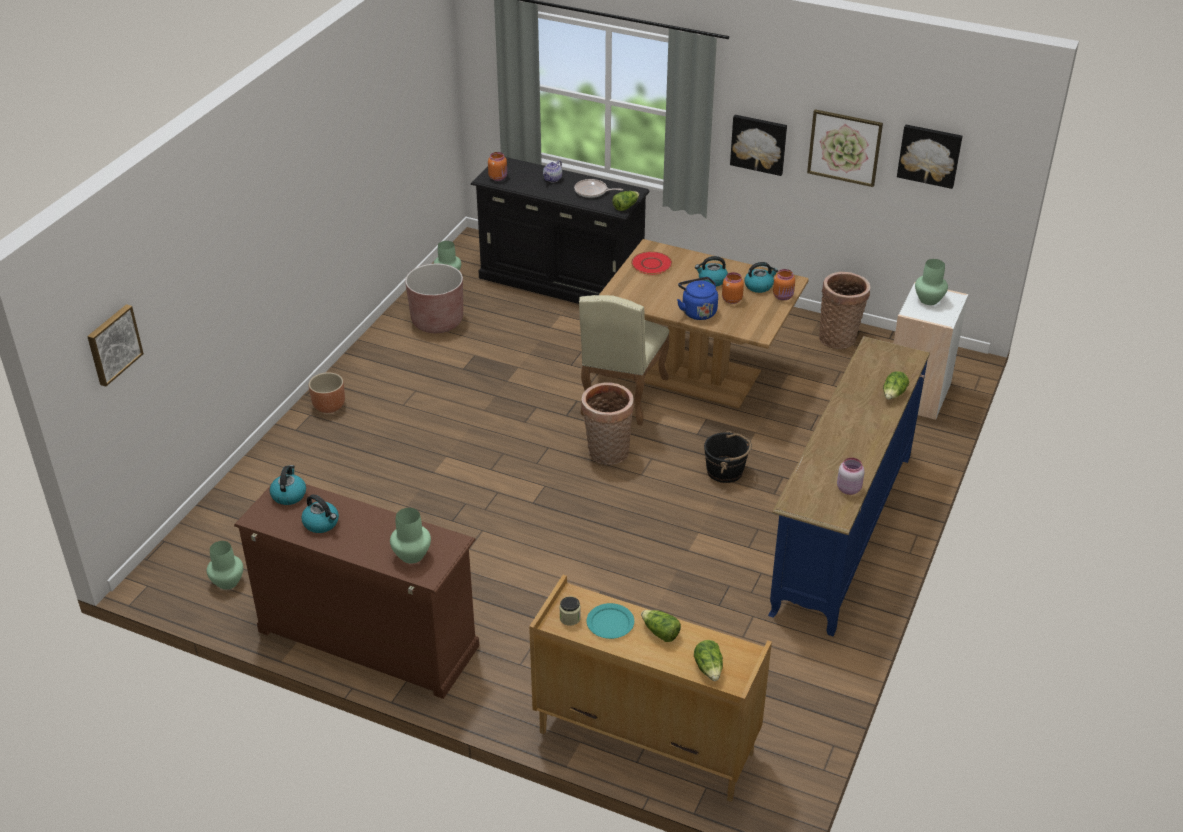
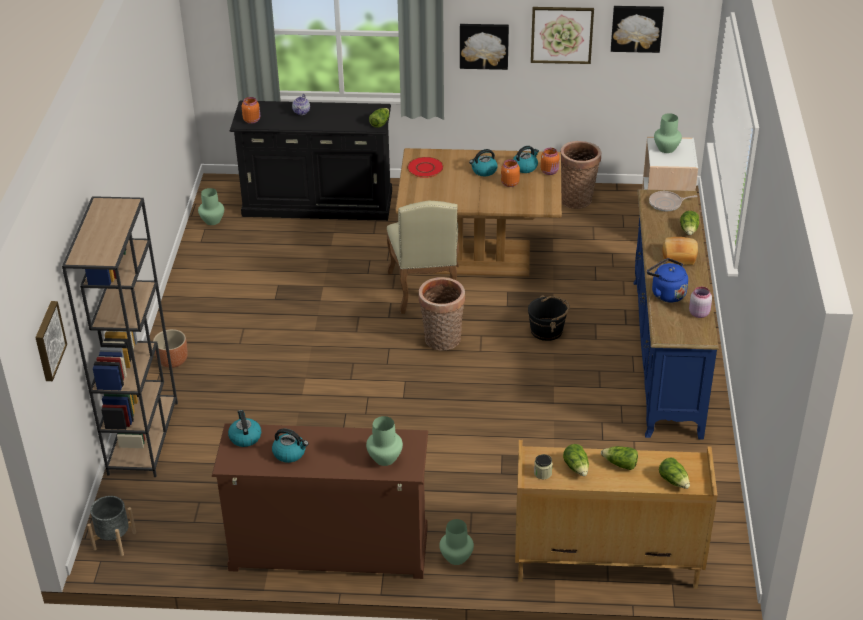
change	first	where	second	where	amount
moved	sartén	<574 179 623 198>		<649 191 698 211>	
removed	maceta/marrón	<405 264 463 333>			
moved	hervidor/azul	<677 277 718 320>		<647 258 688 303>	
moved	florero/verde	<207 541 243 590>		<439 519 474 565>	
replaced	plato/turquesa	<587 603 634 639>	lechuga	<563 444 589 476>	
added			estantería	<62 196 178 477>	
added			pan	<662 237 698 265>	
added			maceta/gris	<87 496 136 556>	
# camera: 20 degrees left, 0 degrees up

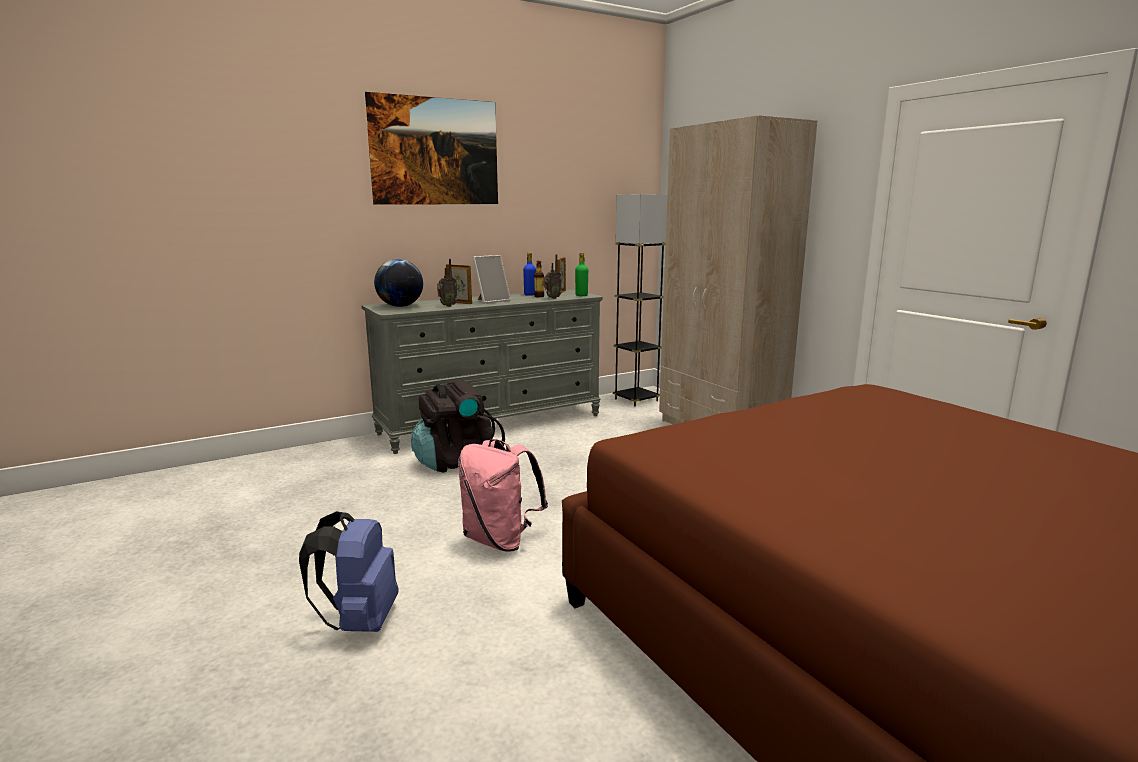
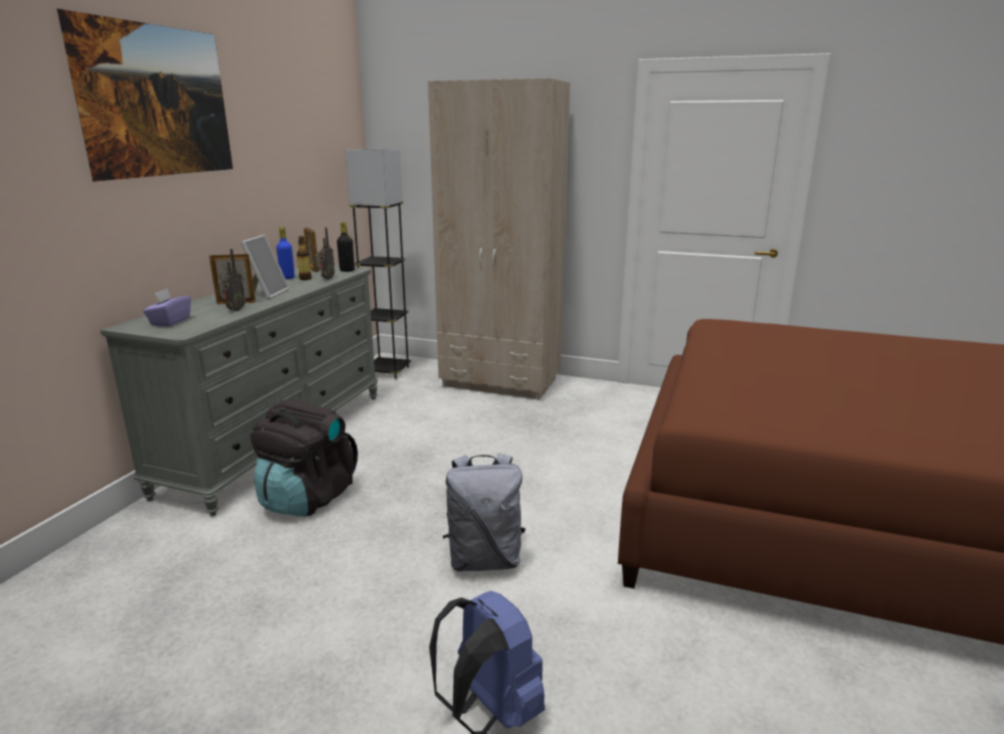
change	first	where	second	where	amount
recoloured	botella/verde	<575 253 588 296>	botella/negro	<337 222 355 272>	
replaced	globo terráqueo	<374 259 423 307>	caja de pañuelos/morado	<143 289 191 327>	
recoloured	mochila/rosa	<458 439 548 552>	mochila/gris	<443 453 526 572>	
# camera: 40 degrees left, 5 degrees up

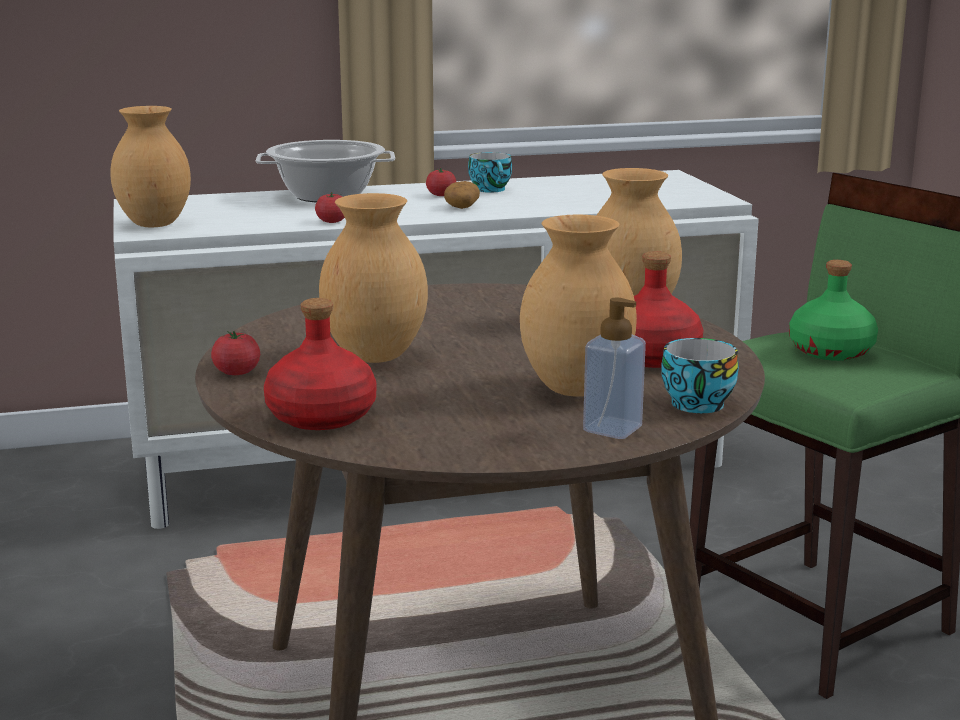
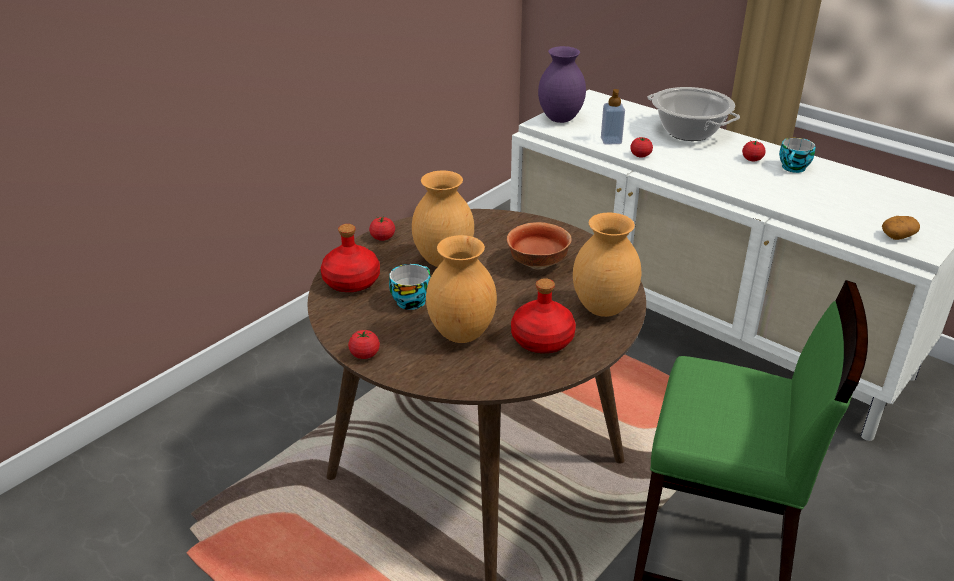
change	first	where	second	where	amount
recoloured	florero/marrón	<110 106 191 227>	florero/morado	<538 46 586 123>	
moved	patata	<444 181 480 209>		<882 216 920 240>	
removed	botella/verde	<789 260 878 361>			
moved	dispensador de jabón	<583 298 646 439>		<601 89 625 145>	
moved	taza	<662 338 739 413>		<389 264 431 310>	
added			cuenco	<507 222 572 270>	
added			tomate	<348 330 380 359>	
# camera: 55 degrees right, 15 degrees up

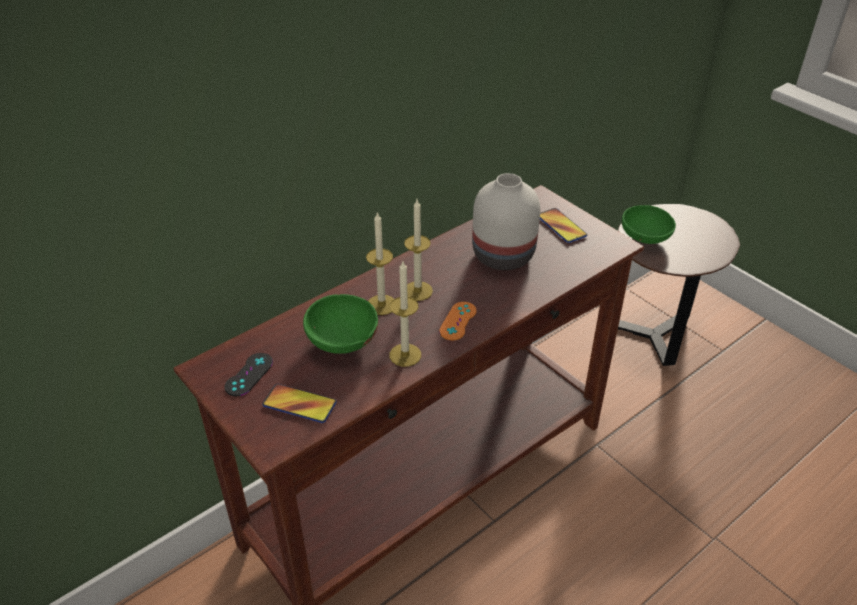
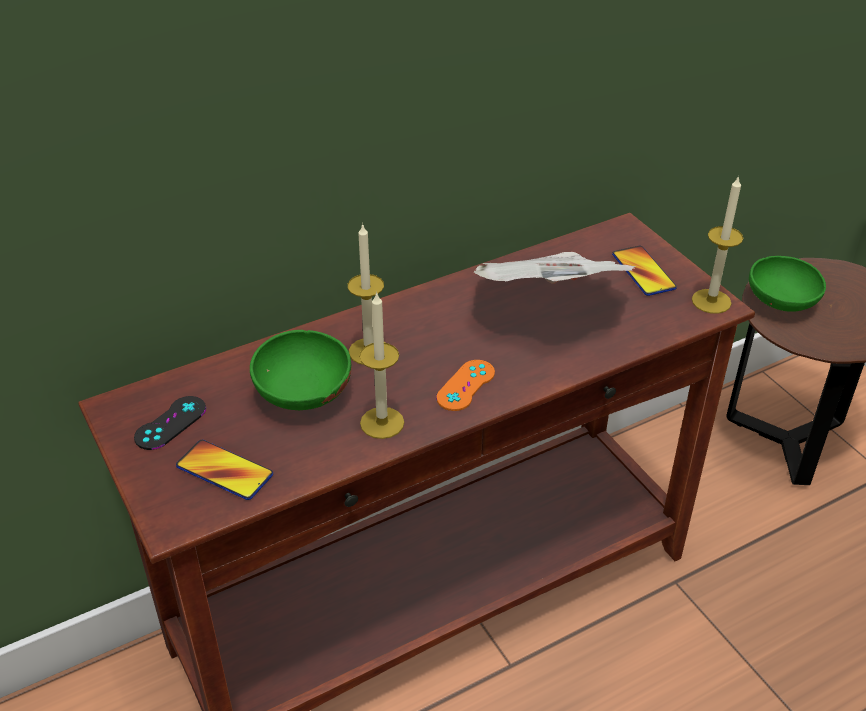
change	first	where	second	where	amount
replaced	florero/blanco	<472 173 540 270>	periódico	<474 252 636 284>	
moved	vela	<404 200 433 301>		<692 175 743 314>	
# camera: 10 degrees right, 0 degrees up

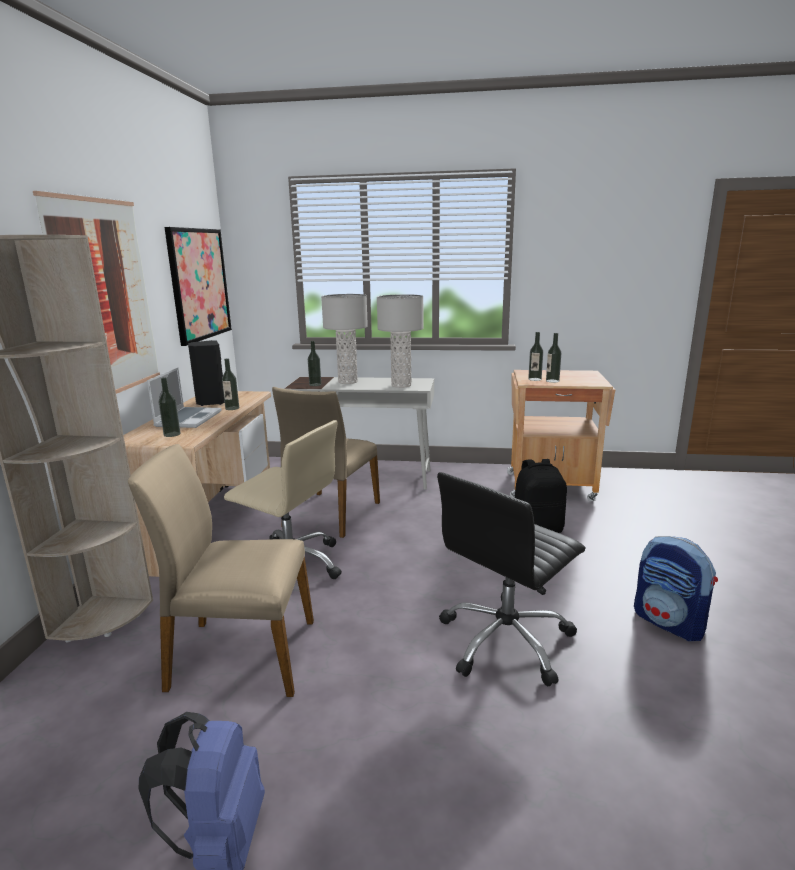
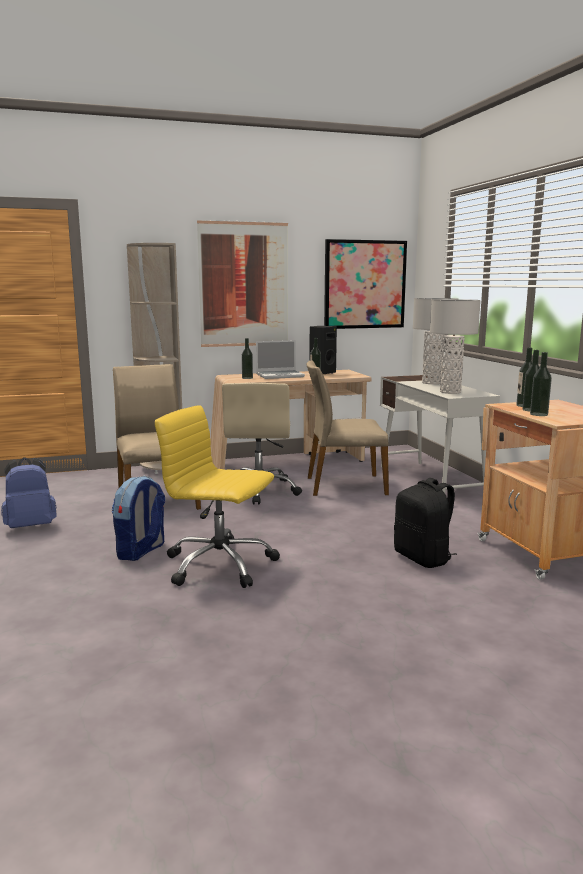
change	first	where	second	where	amount
moved	botella	<308 341 321 386>		<530 352 552 416>	
recoloured	silla de oficina/negro	<437 472 586 686>	silla de oficina/amarillo	<155 405 280 588>	
moved	mochila	<634 536 718 641>		<111 476 165 561>	
# camera: 65 degrees right, 5 degrees down

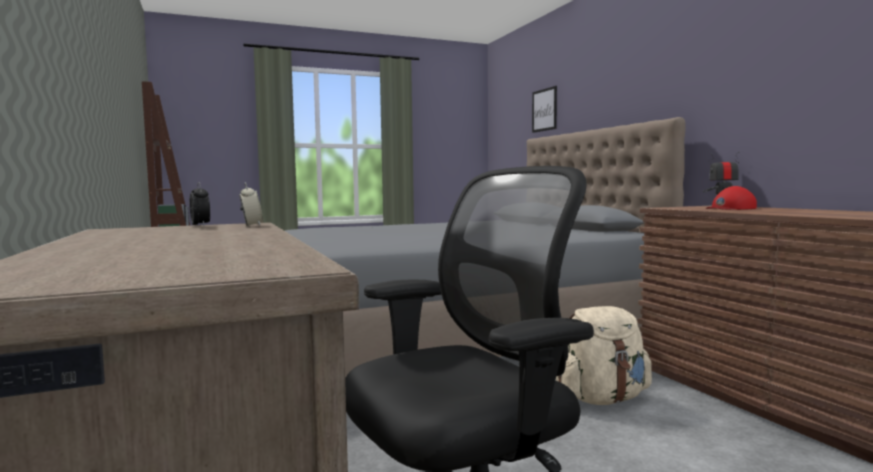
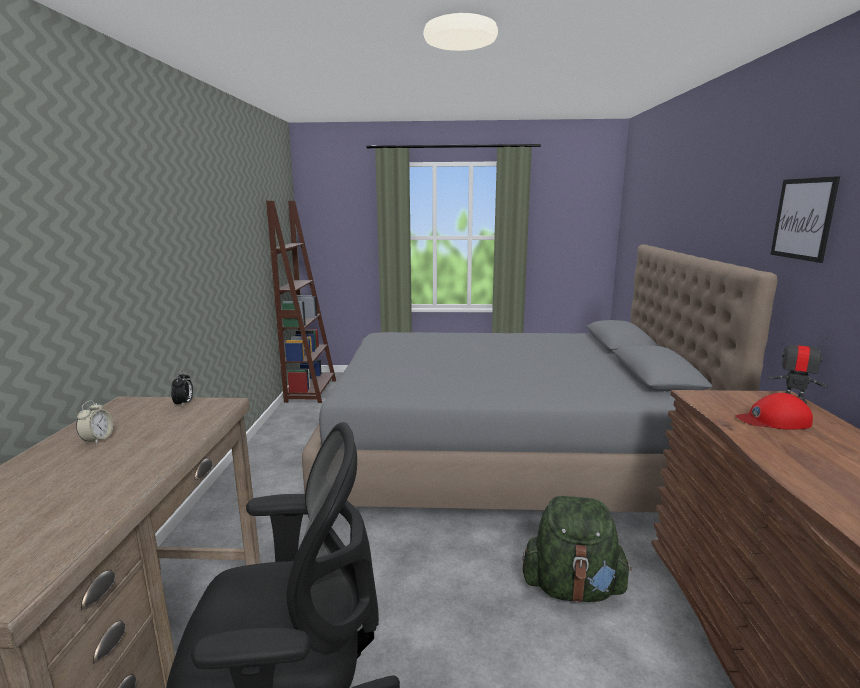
change	first	where	second	where	amount
moved	cuadro	<532 86 557 133>		<770 176 840 263>	
moved	despertador	<239 182 264 226>		<76 400 113 444>	
recoloured	mochila/beis	<556 306 652 405>	mochila/verde	<523 496 632 603>	
# camera: 25 degrees right, 10 degrees up

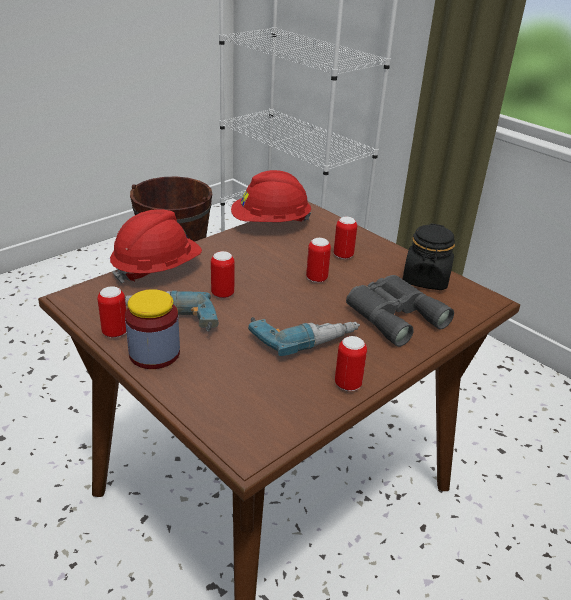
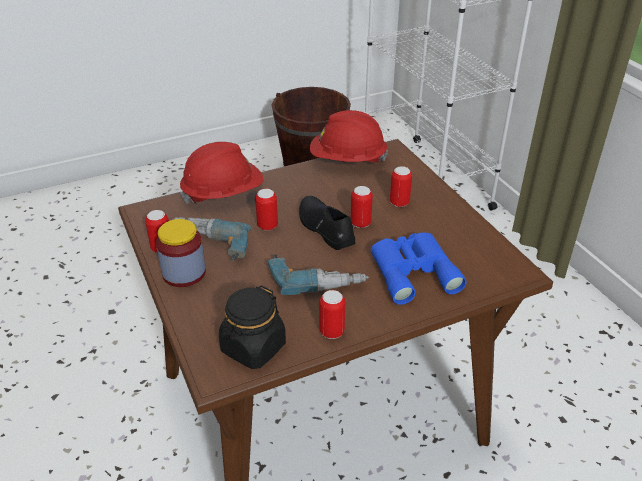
change	first	where	second	where	amount
moved	tarro/negro	<403 223 455 290>		<219 285 286 369>	
recoloured	prismáticos/gris	<346 275 454 347>	prismáticos/azul	<371 233 466 305>	
added			zapato/negro	<299 196 355 250>	
# camera: 20 degrees right, 5 degrees up

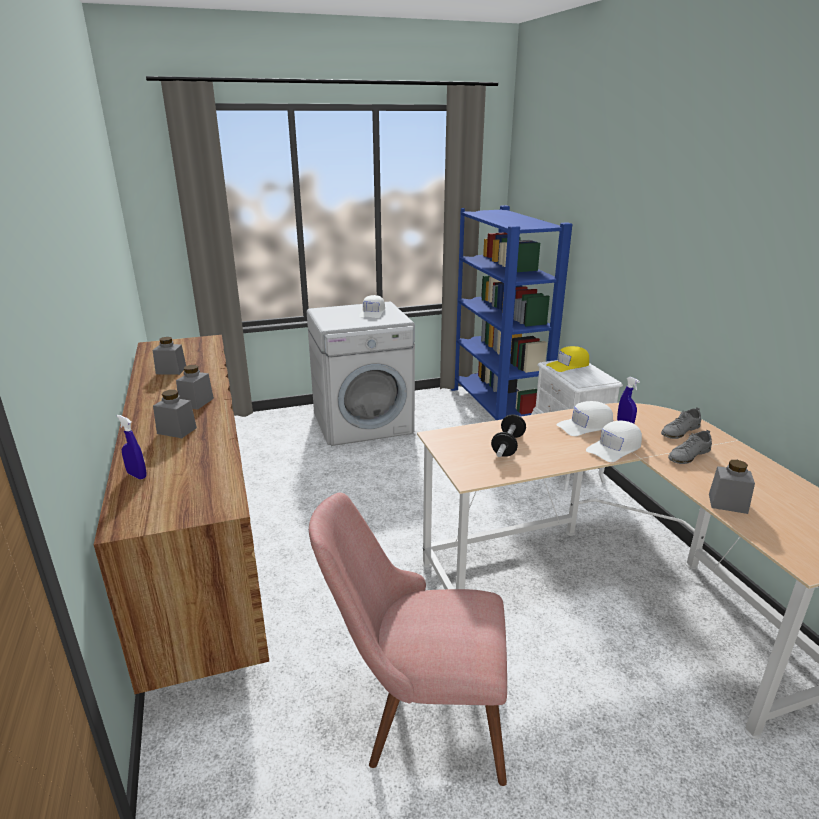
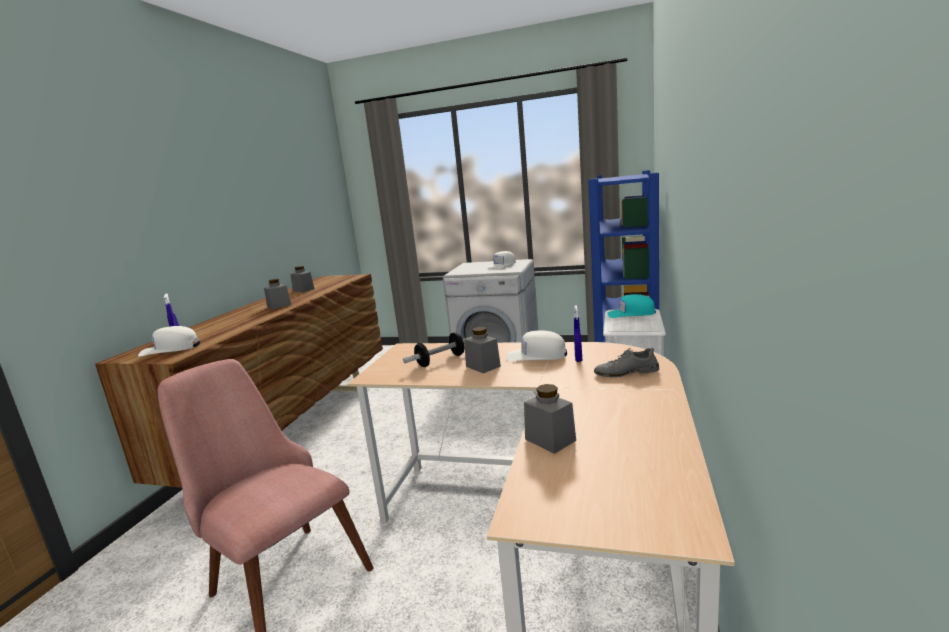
change	first	where	second	where	amount
recoloured	gorra/amarillo	<546 346 589 372>	gorra/turquesa	<607 294 656 318>	
moved	tarro/gris	<153 390 197 438>		<464 327 501 373>	
moved	gorra/blanco	<586 421 642 462>		<138 326 200 357>	
removed	zapato/gris	<668 430 712 464>			
# camera: 35 degrees right, 10 degrees down

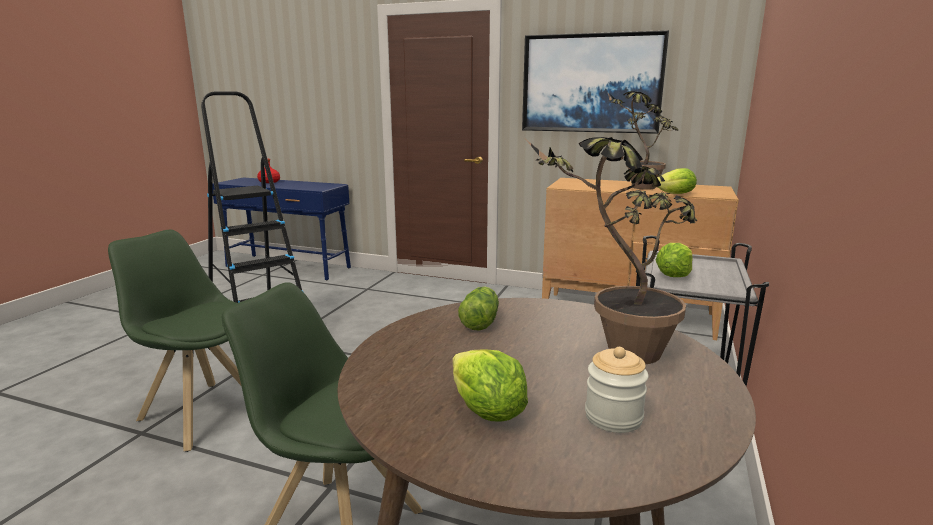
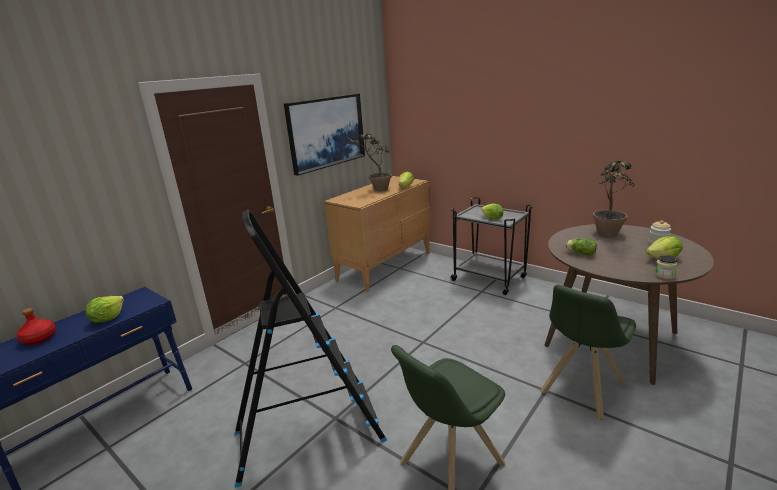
change	first	where	second	where	amount
added			tarro	<655 255 678 279>	
added			lechuga	<86 296 124 323>	
# camera: 70 degrees left, 5 degrees up

